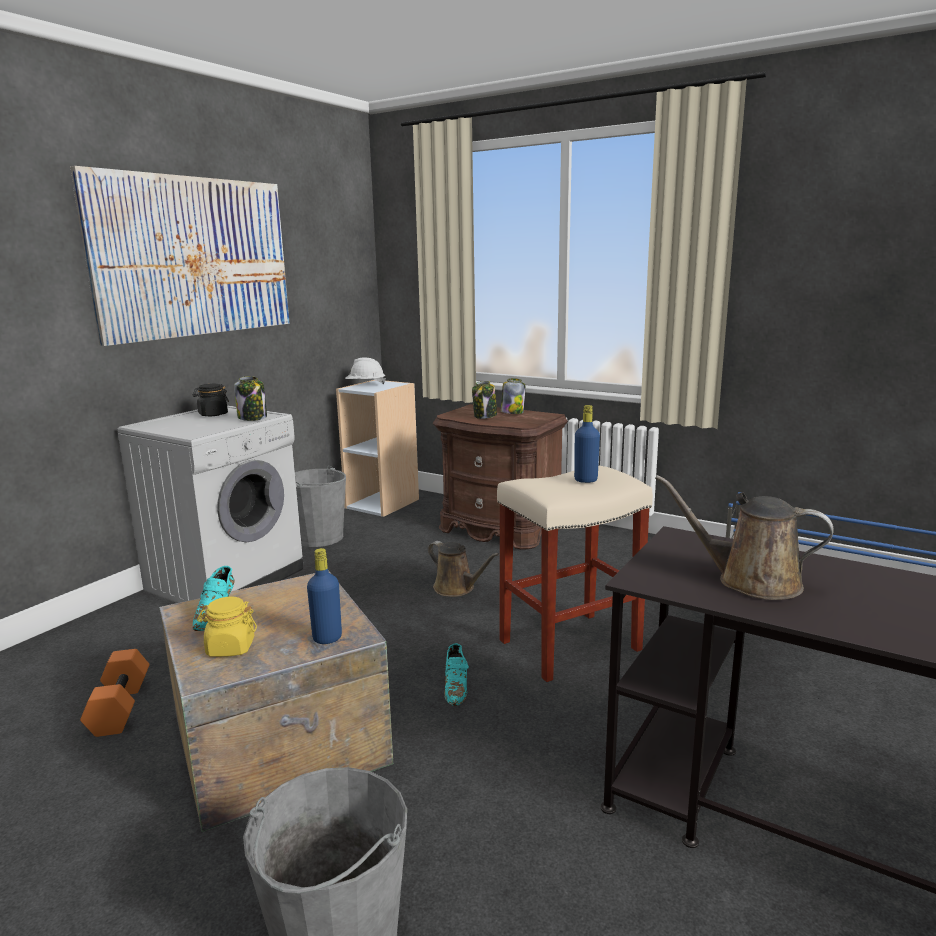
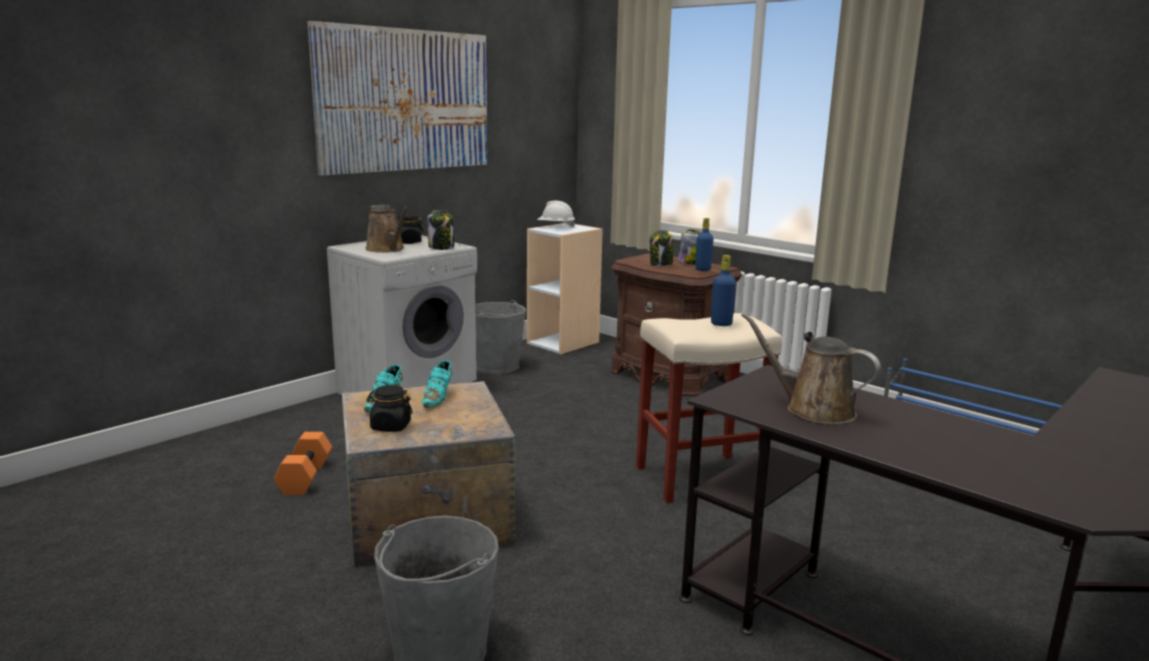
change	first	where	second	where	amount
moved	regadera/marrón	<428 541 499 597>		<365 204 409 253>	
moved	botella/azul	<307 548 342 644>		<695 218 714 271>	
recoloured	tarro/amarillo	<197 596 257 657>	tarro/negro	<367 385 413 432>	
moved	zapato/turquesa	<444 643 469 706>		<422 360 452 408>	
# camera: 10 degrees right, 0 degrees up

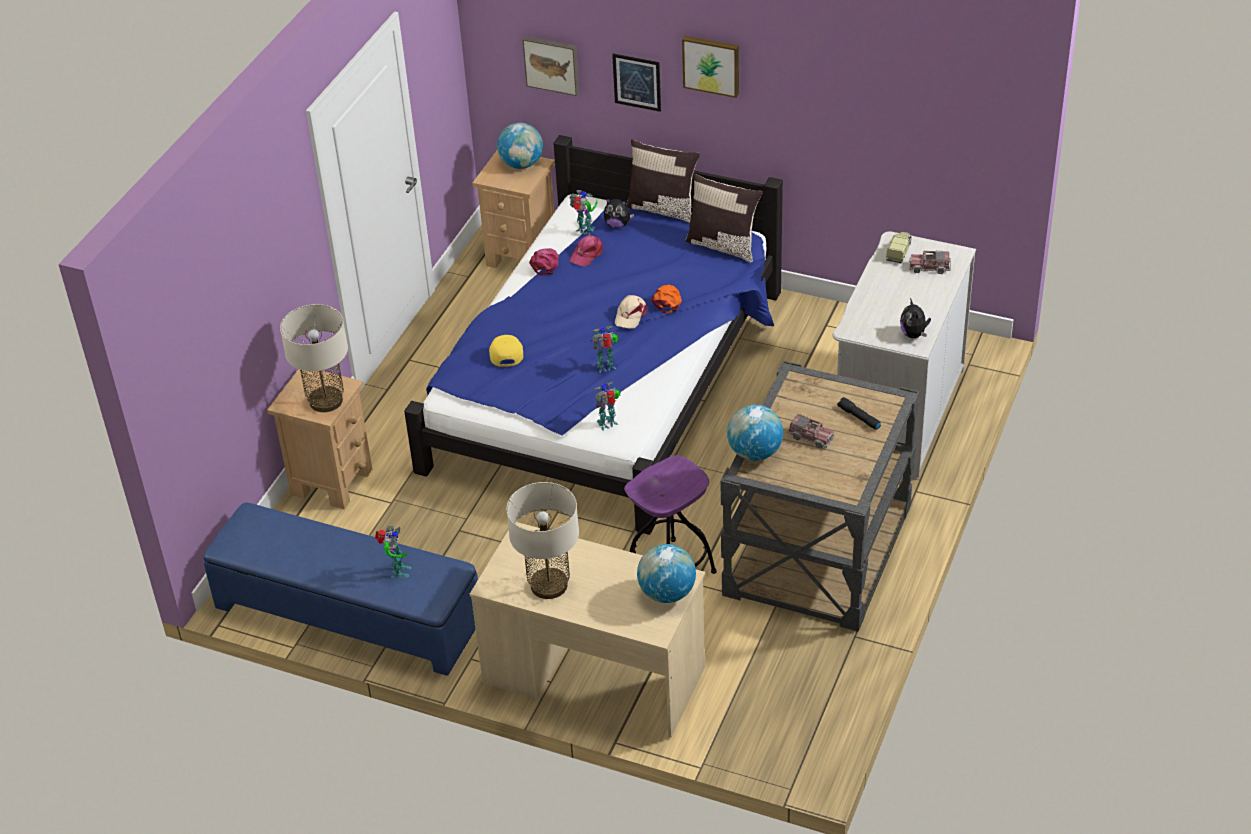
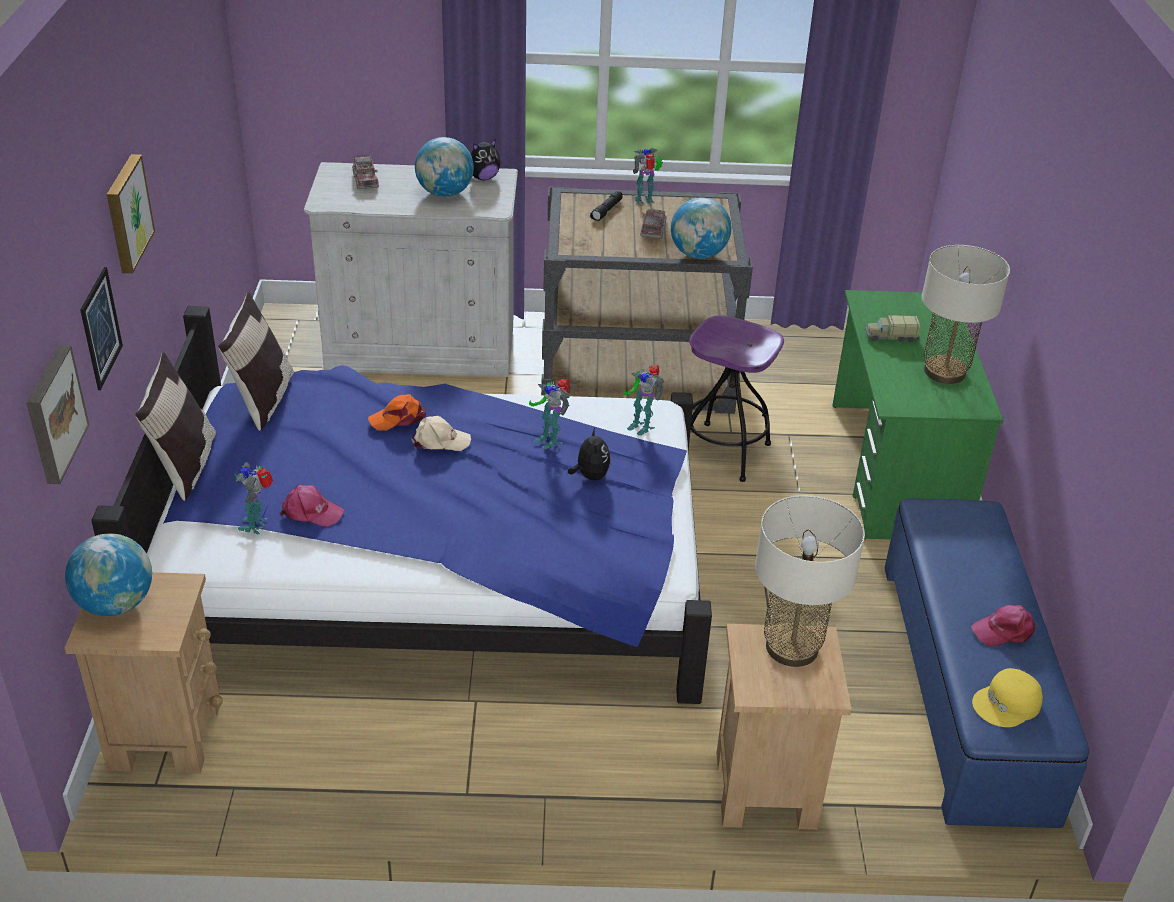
change	first	where	second	where	amount
moved	peluche	<604 198 634 228>		<568 428 611 480>	
moved	camión de juguete	<886 232 912 264>		<865 315 920 342>	
moved	gorra/rosa	<529 248 559 276>		<971 605 1036 647>	
moved	gorra/amarillo	<489 335 523 367>		<972 668 1043 727>	
recoloured	escritorio/beis	<469 522 705 738>	escritorio/verde	<832 290 1004 539>	
moved	robot de juguete	<375 526 411 578>		<633 148 663 205>	
moved	globo terráqueo	<637 544 696 603>		<415 137 474 197>	
# camera: 115 degrees left, 5 degrees down

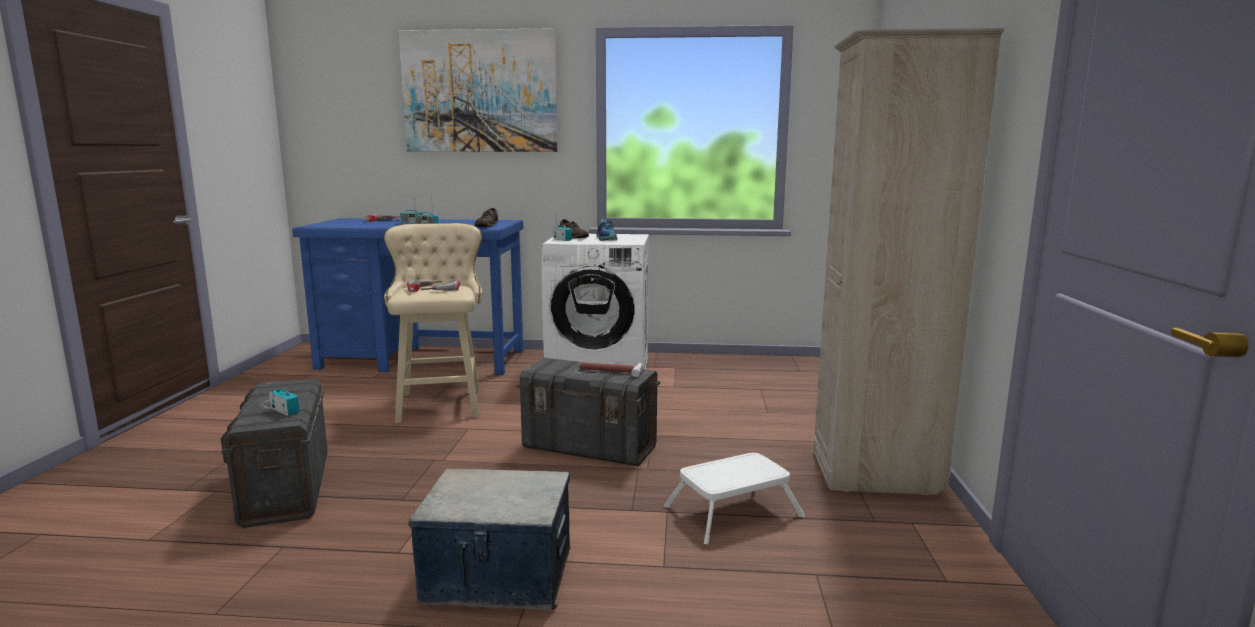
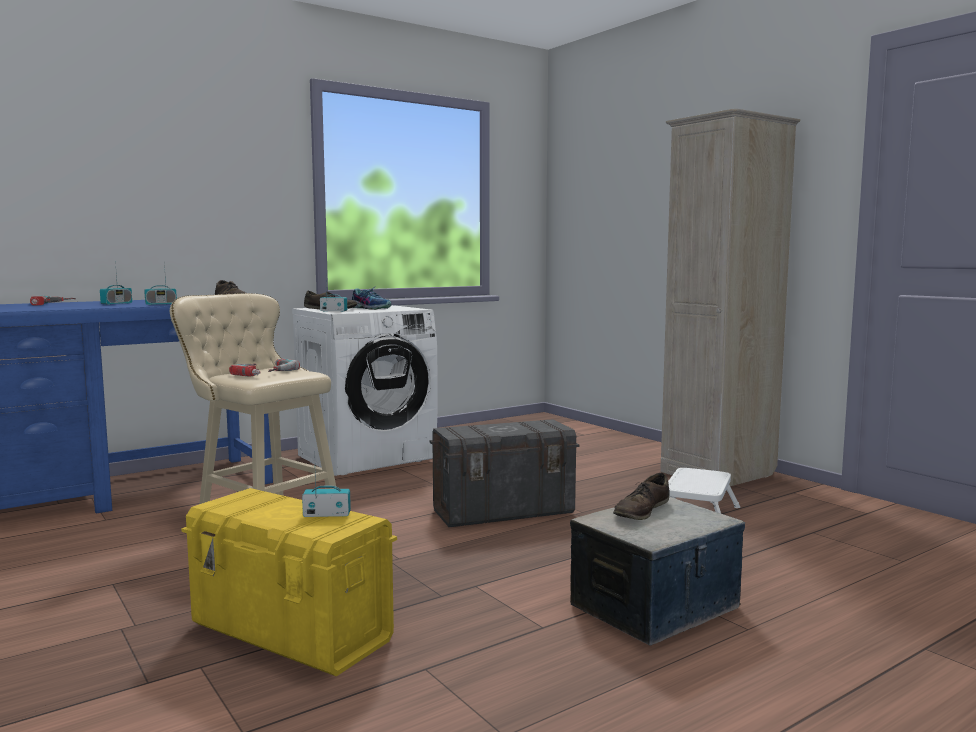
change	first	where	second	where	amount
removed	cuadro	<399 29 557 152>			
removed	martillo	<579 363 643 377>			
recoloured	caja de almacenaje/gris	<221 378 327 528>	caja de almacenaje/amarillo	<181 488 397 676>	
added			zapato/marrón	<613 473 669 520>	
# camera: 40 degrees left, 5 degrees down

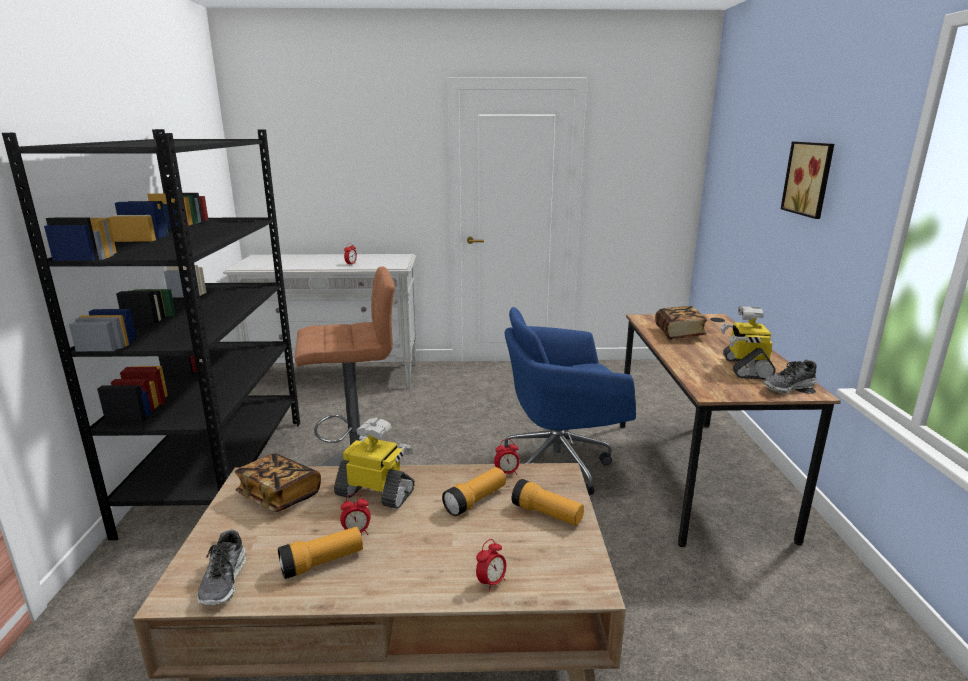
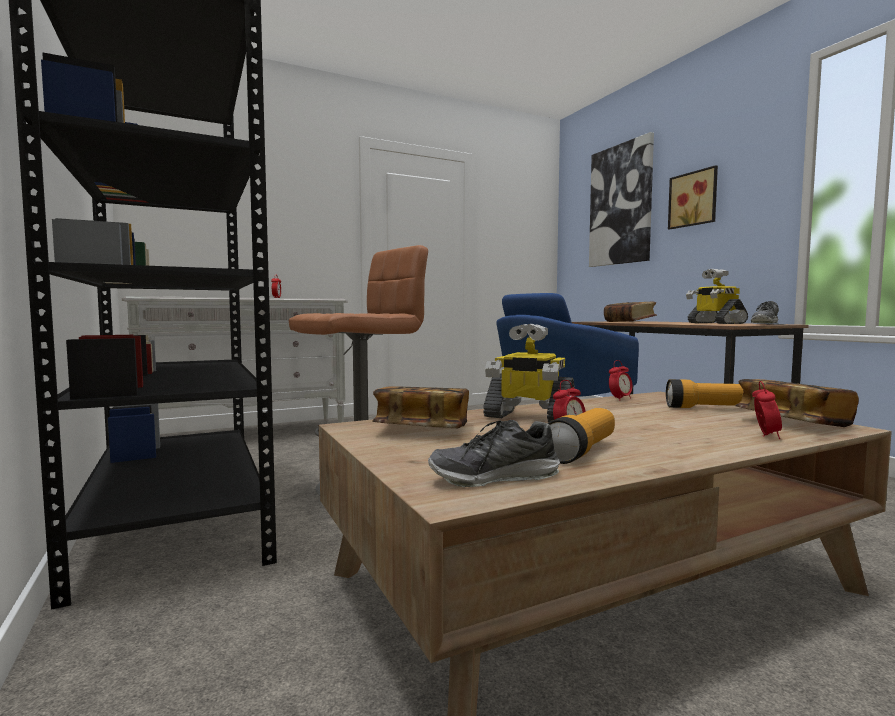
change	first	where	second	where	amount
turned	robot de juguete	<334 418 415 509>		<483 324 576 422>	150 degrees counterclockwise
removed	linterna	<442 467 506 516>			
turned	zapato	<197 530 246 605>		<428 420 560 487>	105 degrees clockwise
added			cuadro	<589 132 654 267>	
added			libro	<735 379 859 427>	
# camera: 25 degrees left, 15 degrees down

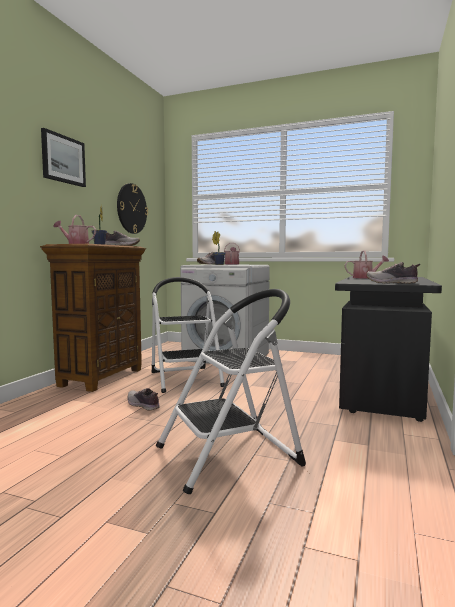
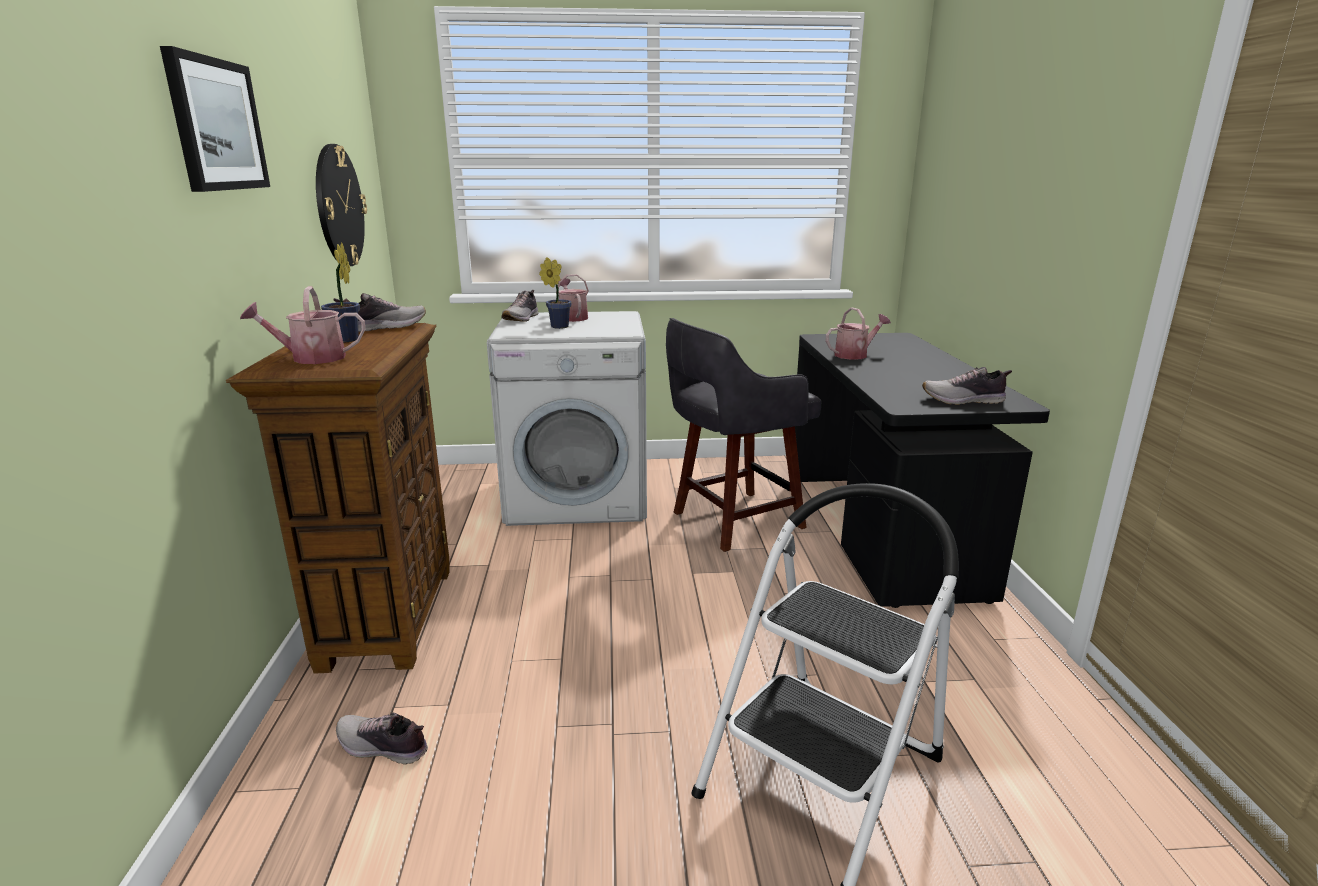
change	first	where	second	where	amount
removed	escalera de tijera	<151 277 225 393>			
moved	zapato	<127 388 160 410>		<336 713 428 764>	
added			taburete/gris	<666 318 821 552>	
# camera: 25 degrees left, 15 degrees up

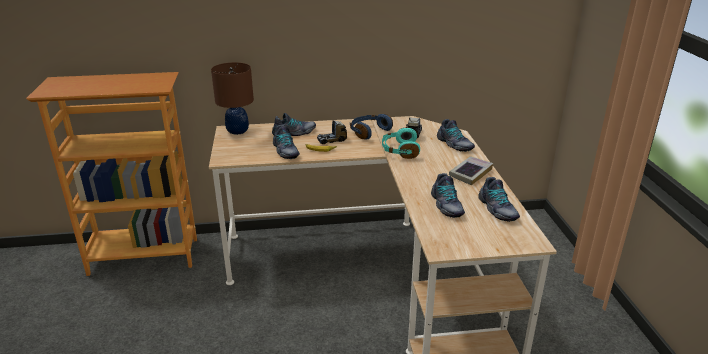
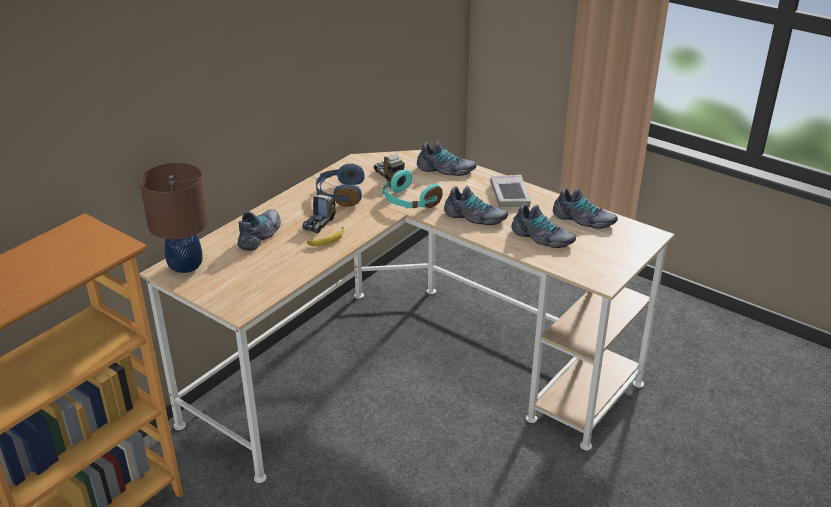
change	first	where	second	where	amount
moved	zapato	<273 125 300 159>		<444 186 508 225>	
# camera: 45 degrees left, 5 degrees up

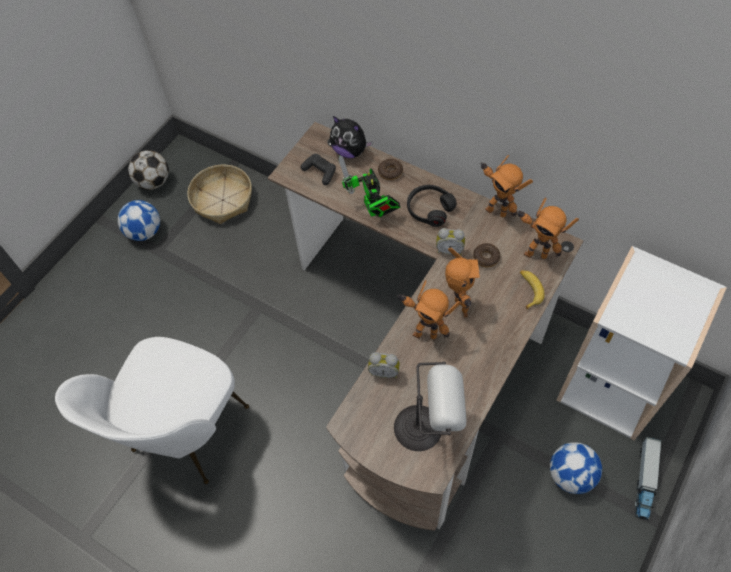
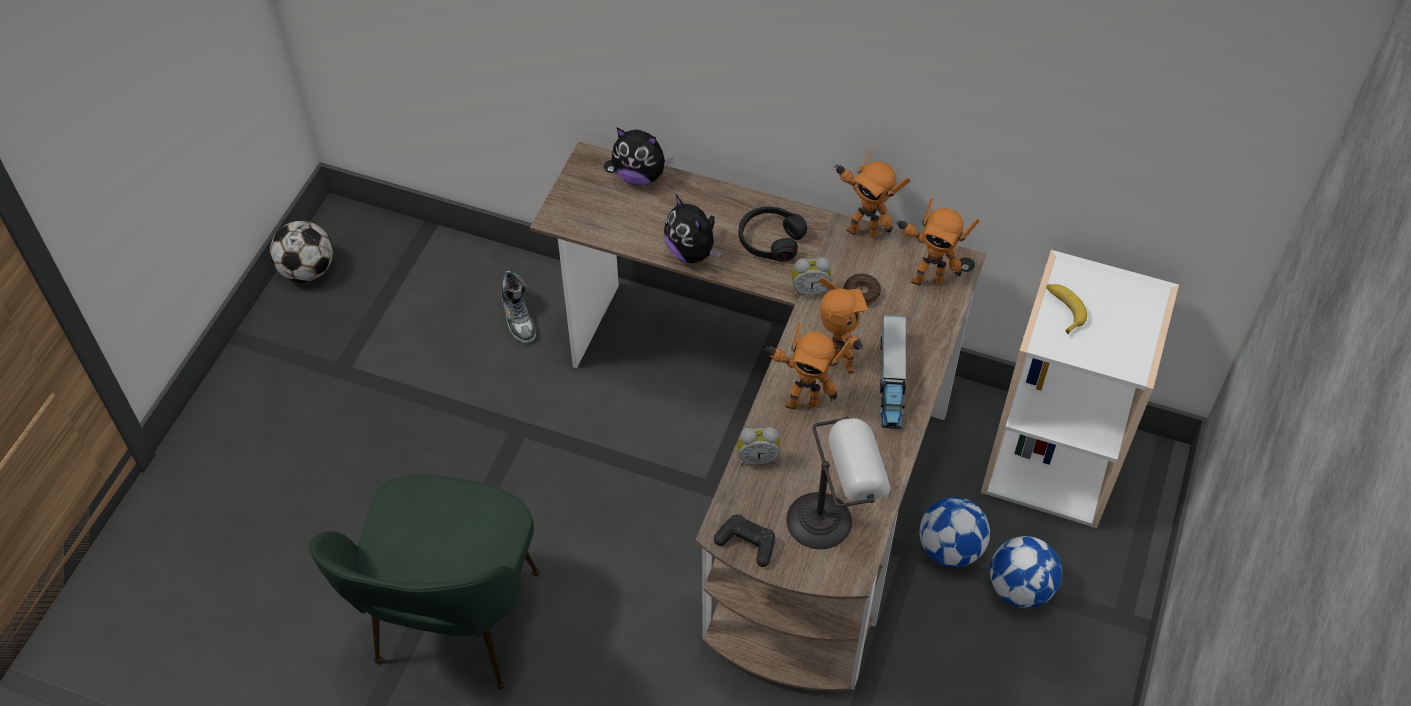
change	first	where	second	where	amount
moved	mando de consola/negro	<301 154 336 185>		<714 514 775 567>	
replaced	robot de juguete	<338 156 400 217>	peluche	<664 195 721 264>	
removed	rosquilla	<378 159 403 180>			
removed	cesta	<187 165 252 224>			
moved	balón de fútbol	<118 200 160 241>		<919 497 990 567>	
moved	plátano	<520 270 545 309>		<1046 284 1087 334>	
recoloured	silla/blanco	<55 337 249 484>	silla/verde	<309 474 540 689>	
moved	camión de juguete	<635 437 661 520>		<880 314 906 429>	
added			zapato	<502 270 536 344>	
# camera: 15 degrees left, 5 degrees down

